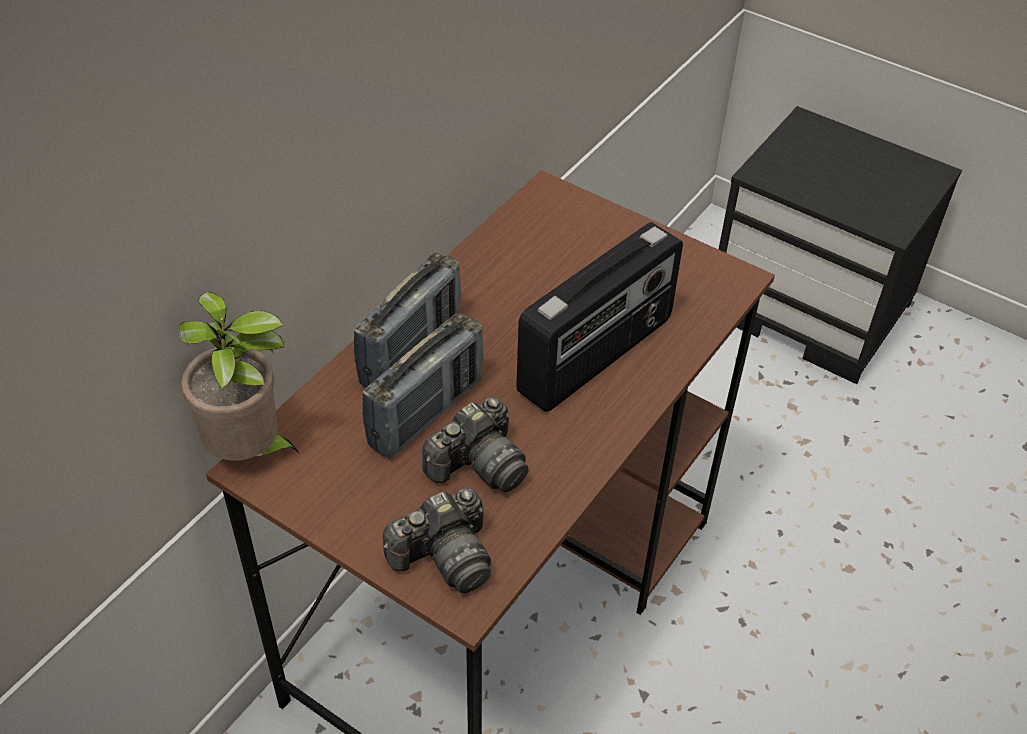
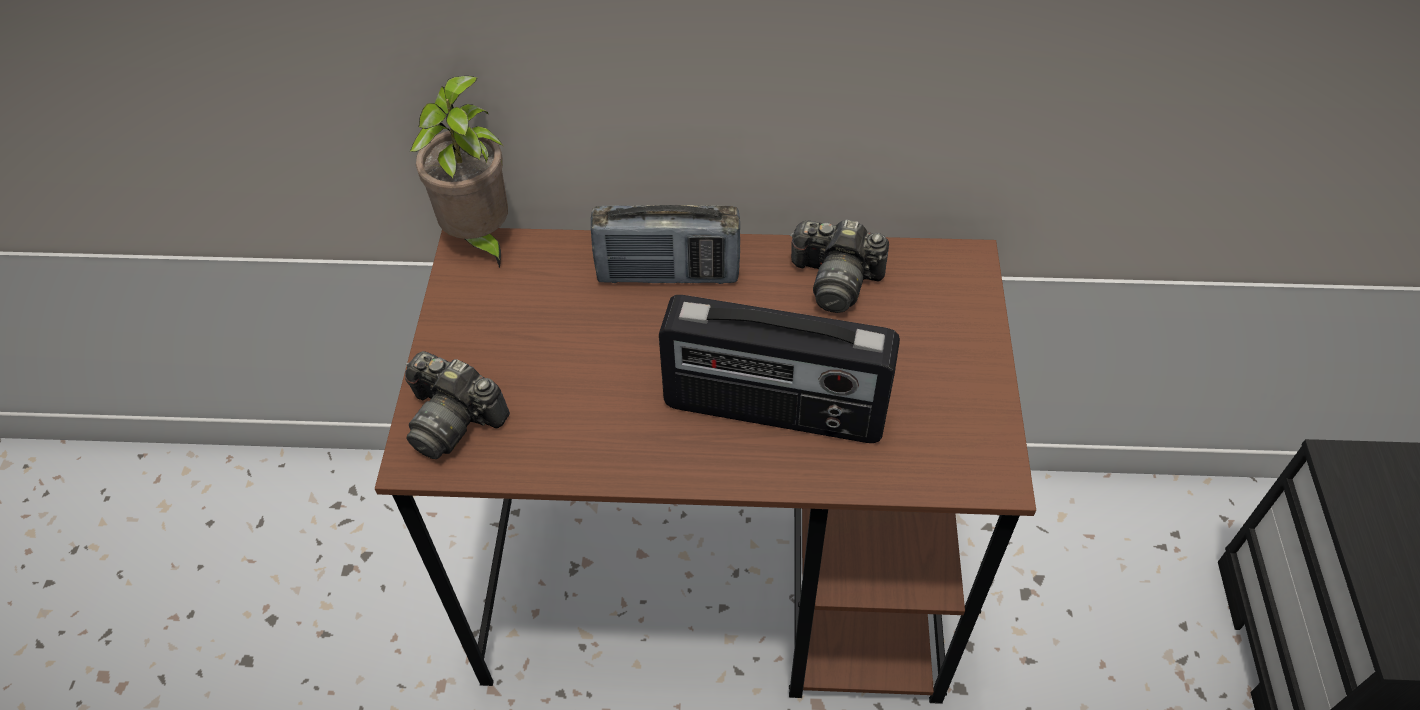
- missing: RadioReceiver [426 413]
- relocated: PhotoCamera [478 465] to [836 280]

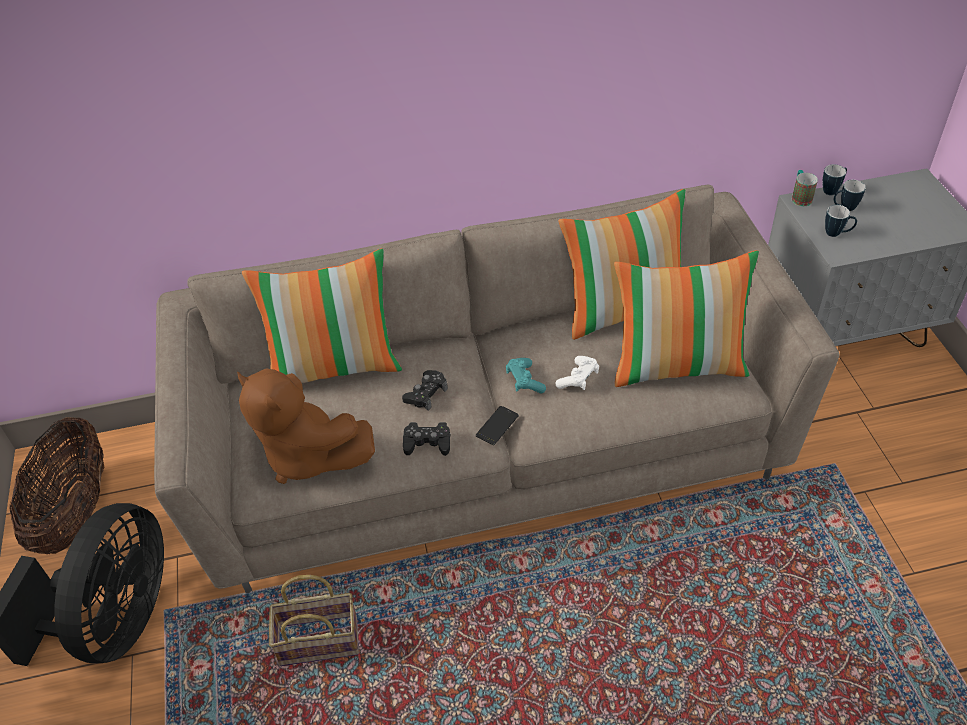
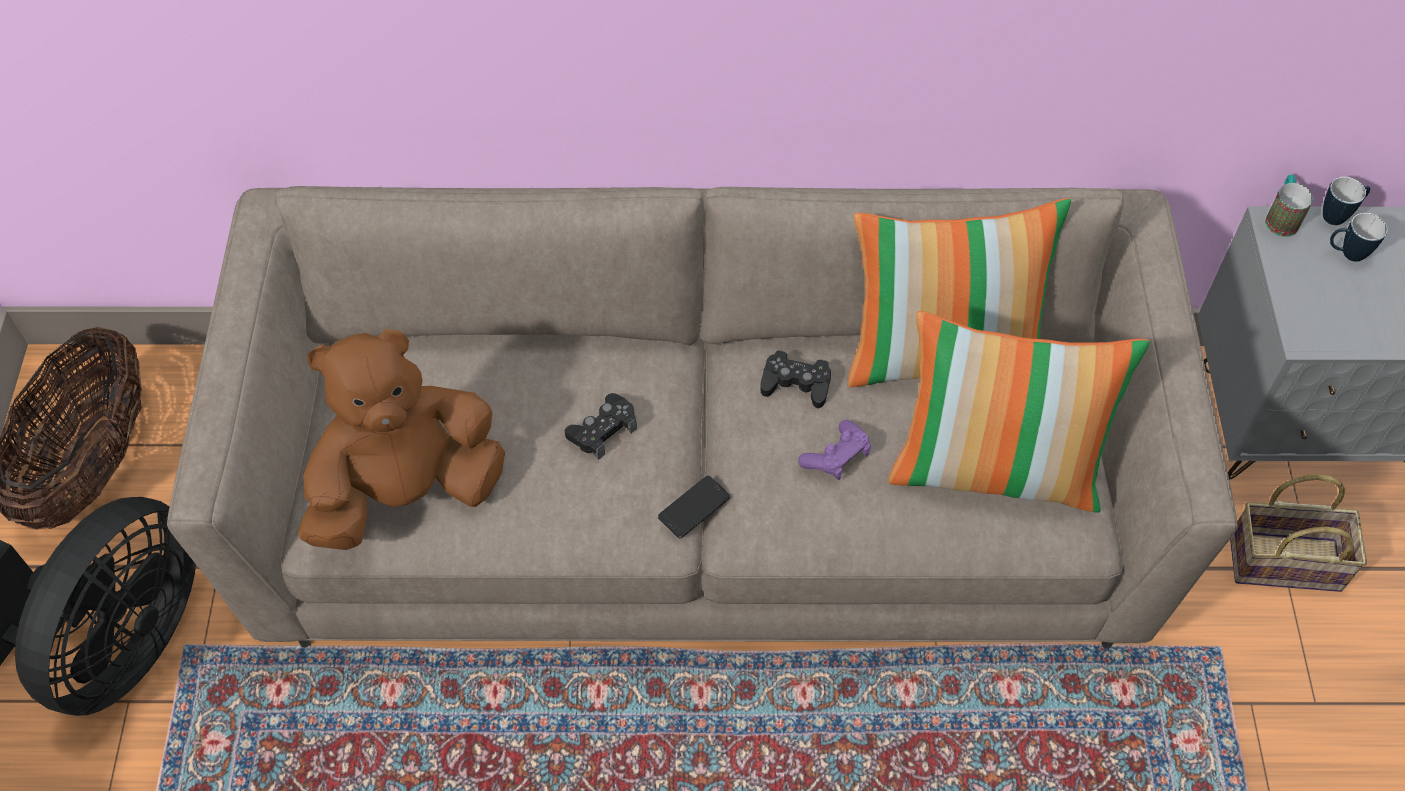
- missing: ThrowPillow [335 366]
- missing: TurquoiseJoypad [524 381]
- missing: TeaMug [837 234]
- relocated: HouseholdBasket [321 640] to [1287 560]
- relocated: BlackJoypad [427 443] to [796 384]
- colour: WhiteColouredJoypad [578 379] to PurpleJoypad [836 457]
- spun: BrownSoftToy [307 454] = [407 491] 105 degrees clockwise

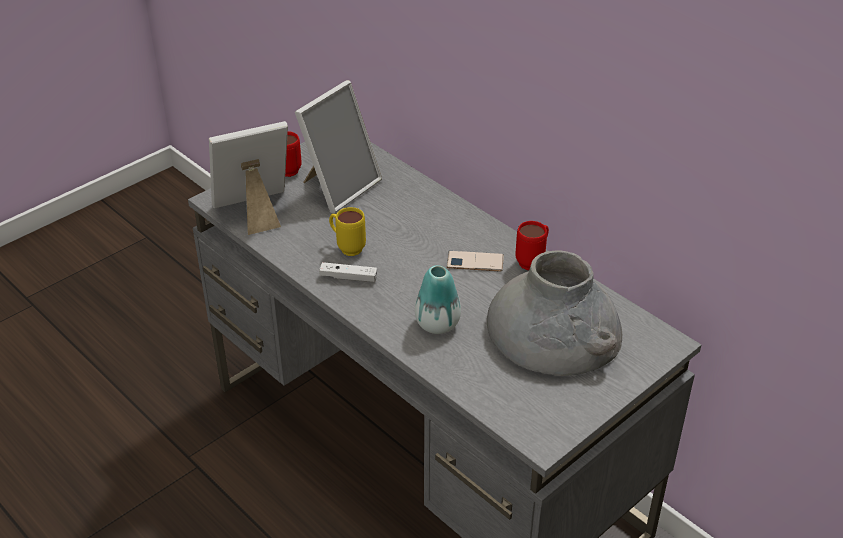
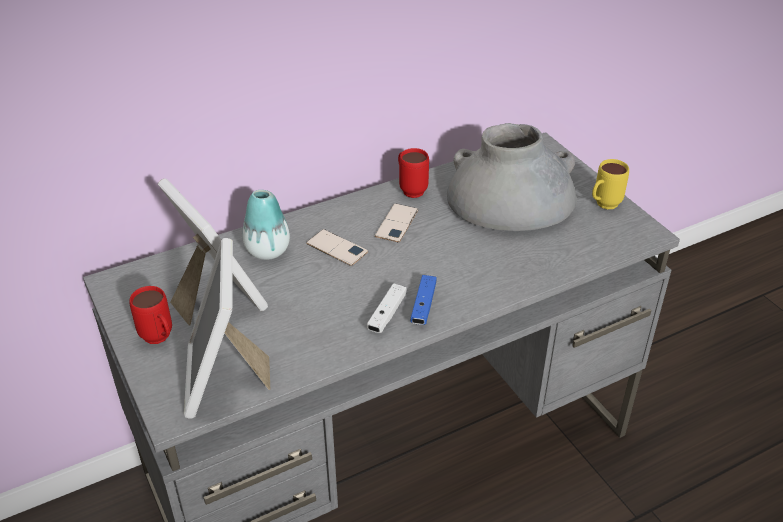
- appeared: Telephone [337 248]
- appeared: BluishJoypad [423 306]
- relocated: YellowColouredTeaMug [347 247] to [603 206]
- relocated: FlowerVase [437 324] to [267 250]

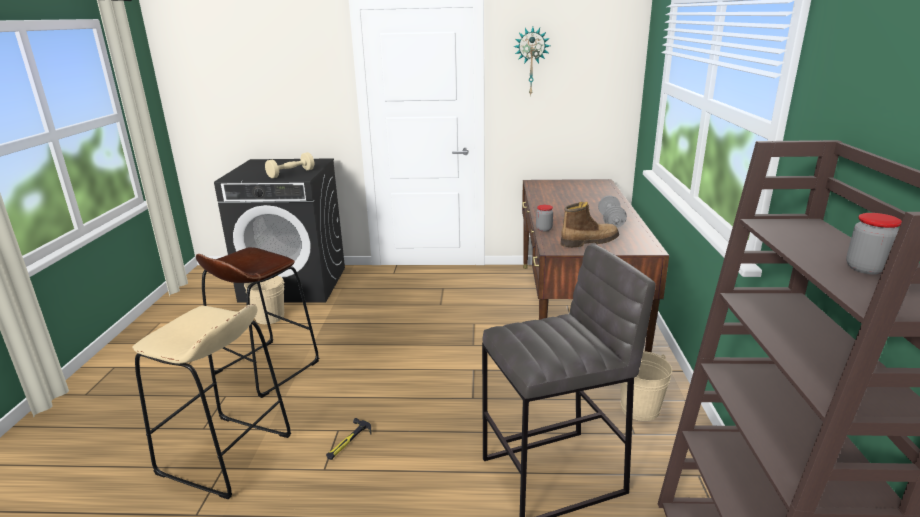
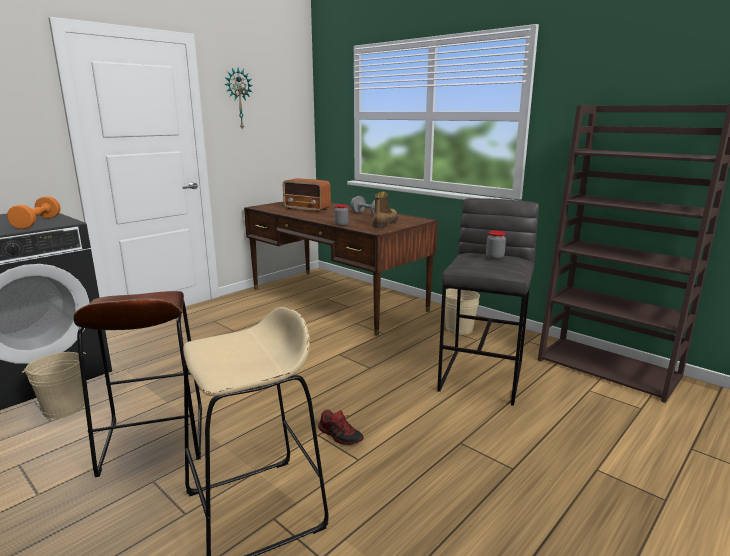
- appeared: RadioReceiver [307 209]
- relocated: StorageJar [866 268] to [494 257]
- exchanged: ToolHammer [348 441] to Shoe [340 435]
- colour: BeigeColouredFreeWeight [291 173] to OrangeyFreeWeight [37 223]

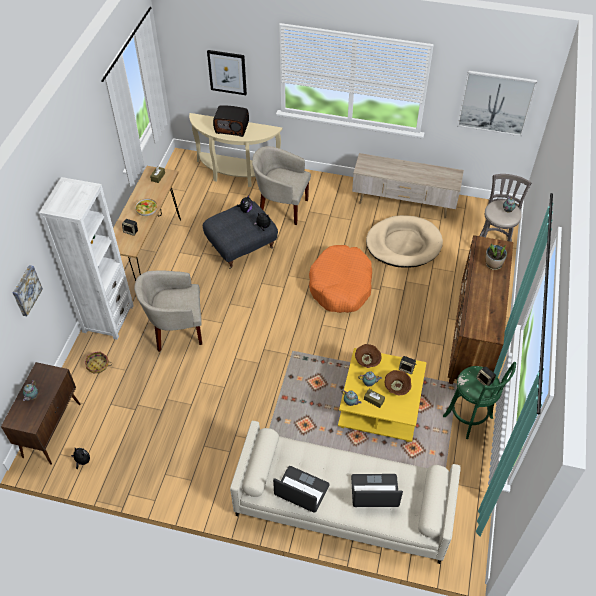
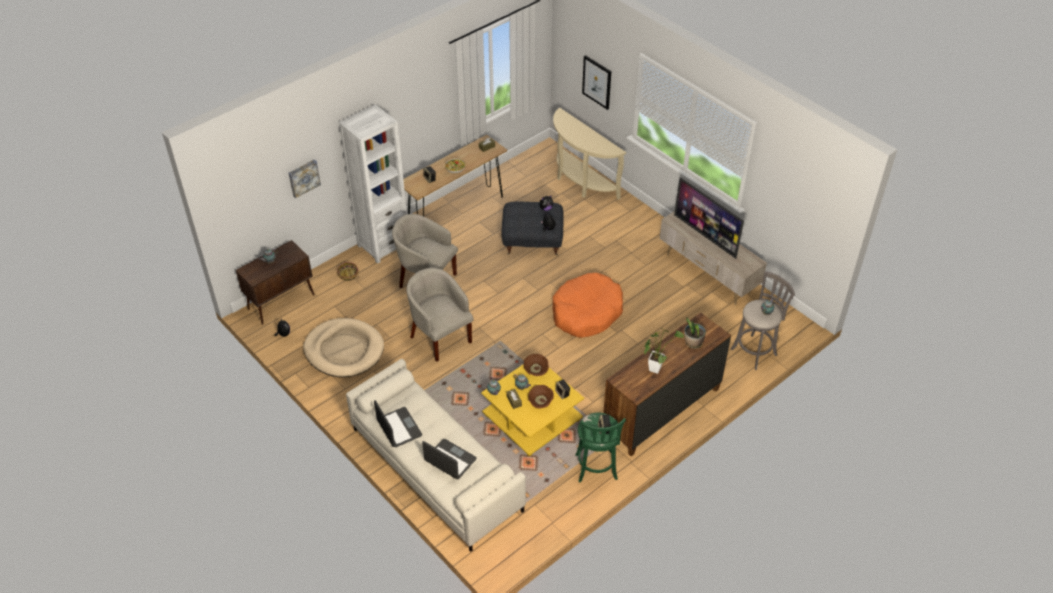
- missing: RadioReceiver [232 128]
- missing: Picture [495 103]
- appeared: PlantInAPot [656 367]
- appeared: Television [705 236]
- relocated: BeigeColouredLoungeChair [281 207] to [440 337]
- relocated: BeigeColouredDogBed [403 244] to [344 350]

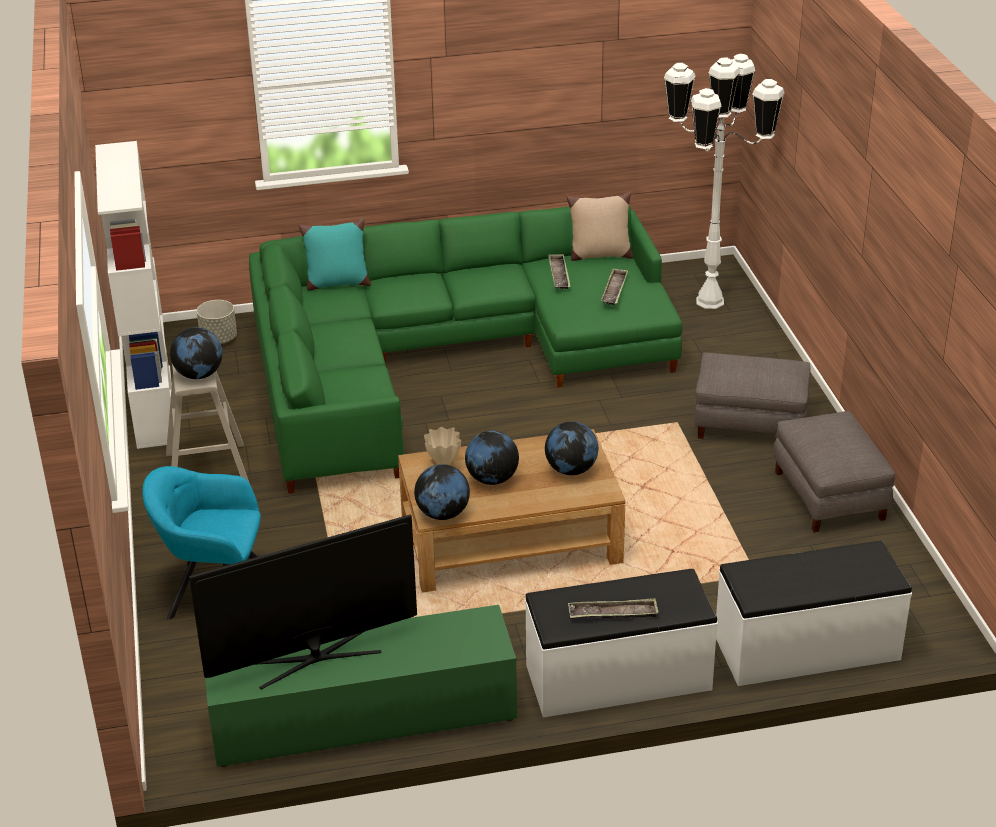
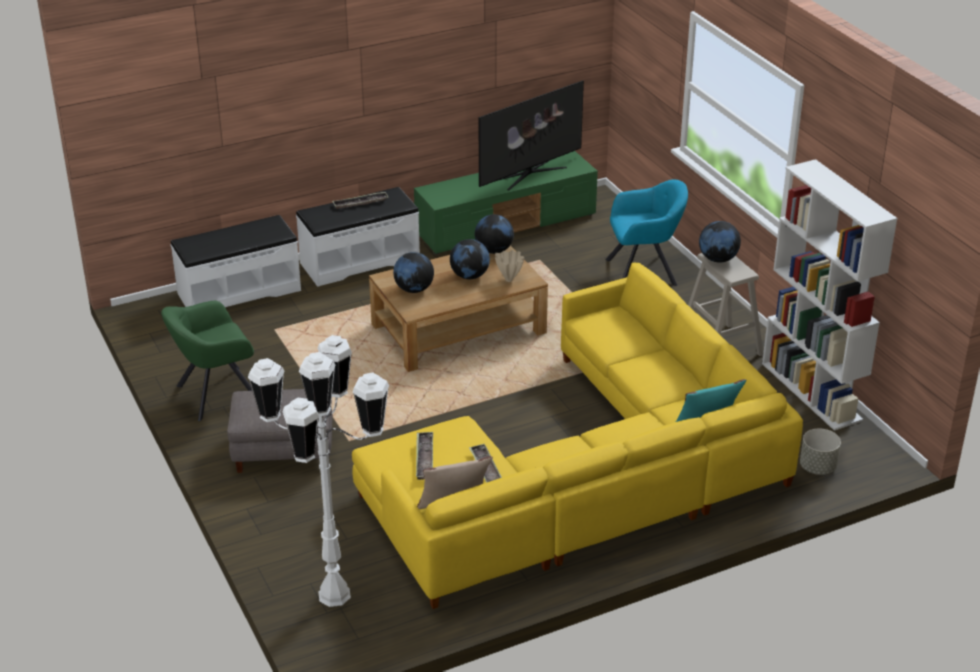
- exchanged: GreyishPouffe [830 495] to GreenColouredLoungeChair [215 395]
- colour: GreenColouredCouch [444 360] to YellowColouredCouch [586 475]

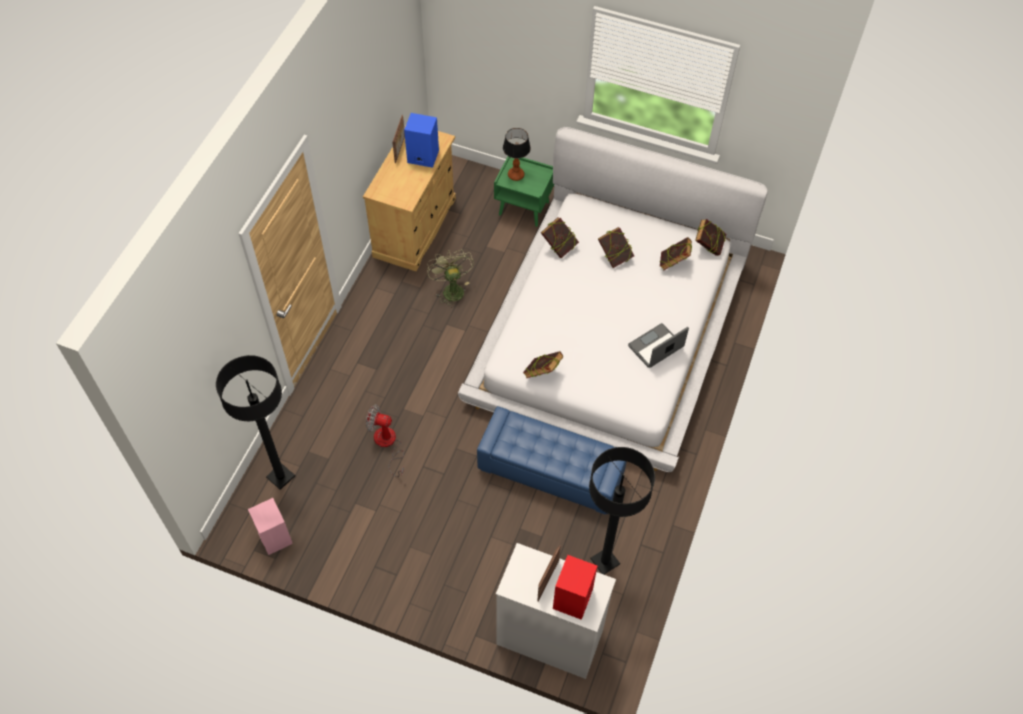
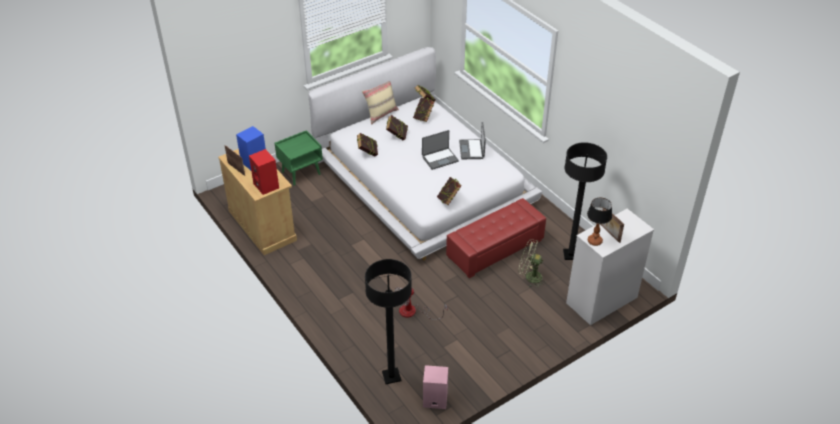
- appeared: BeigeColouredThrowPillow [381 114]
- appeared: PortableComputer [440 158]
- relocated: GreenColouredElectricFan [451 289] to [529 277]
- relocated: LampForATable [515 175] to [594 241]
- relocated: RedLoudspeaker [573 600] to [267 186]
- colour: BluishPouffe [551 471] to RedPouffe [495 249]

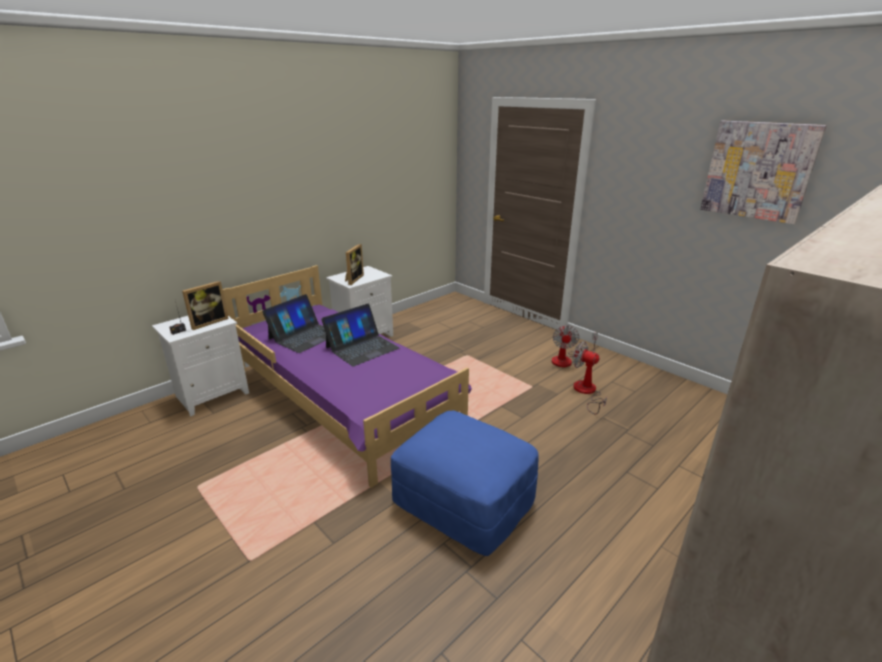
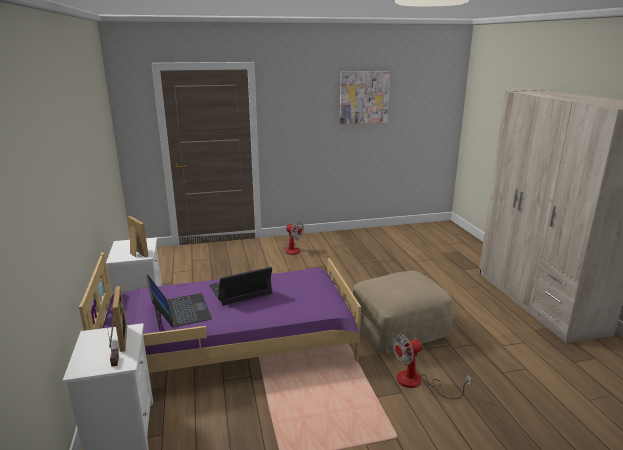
- relocated: ElectricFan [586 392] to [418 382]
- colour: BluishPouffe [464 503] to BeigeColouredPouffe [399 330]
- spun: PortableComputer [362 347] = [240 290] 105 degrees counterclockwise

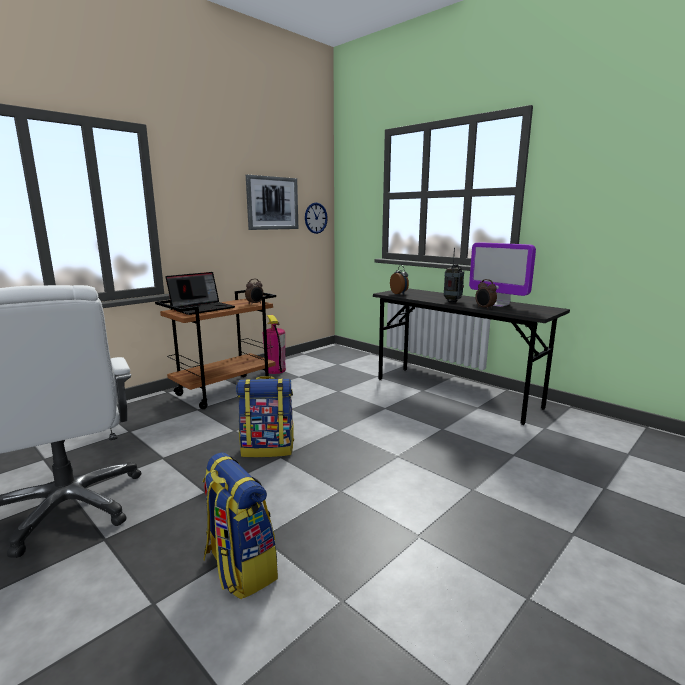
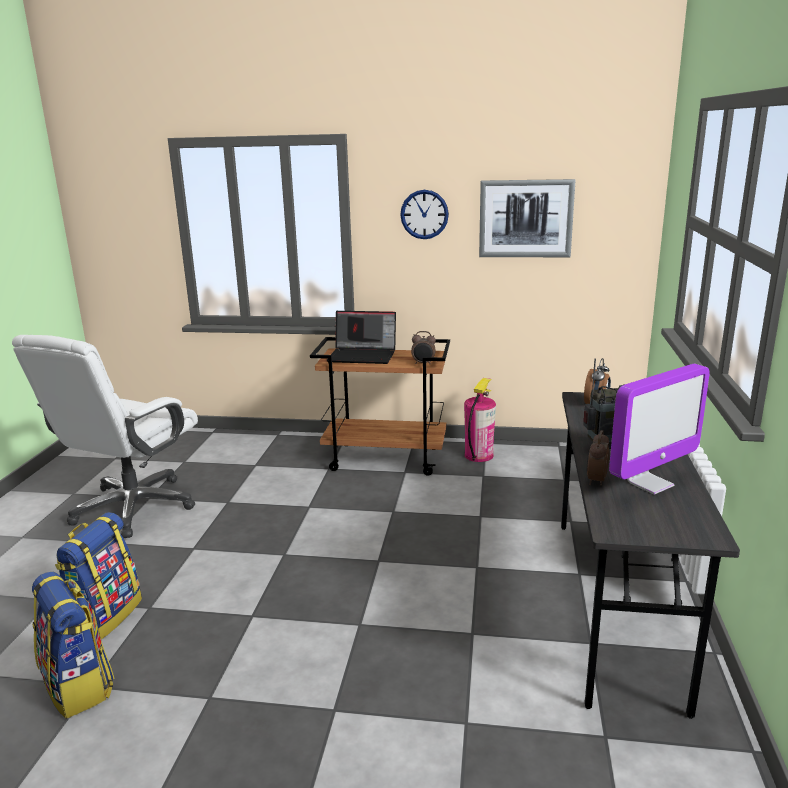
- relocated: Backpack [268 449] to [79 686]
- relocated: ClockOnTheWall [316 218] to [424 214]
- spun: Monitor [498 304] = [649 483] 135 degrees counterclockwise

